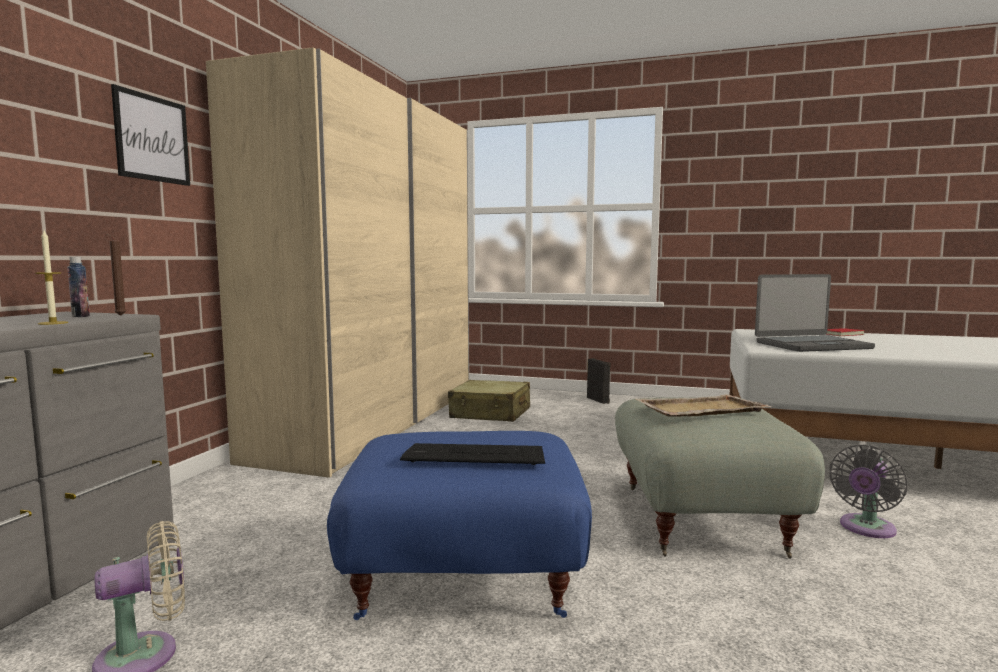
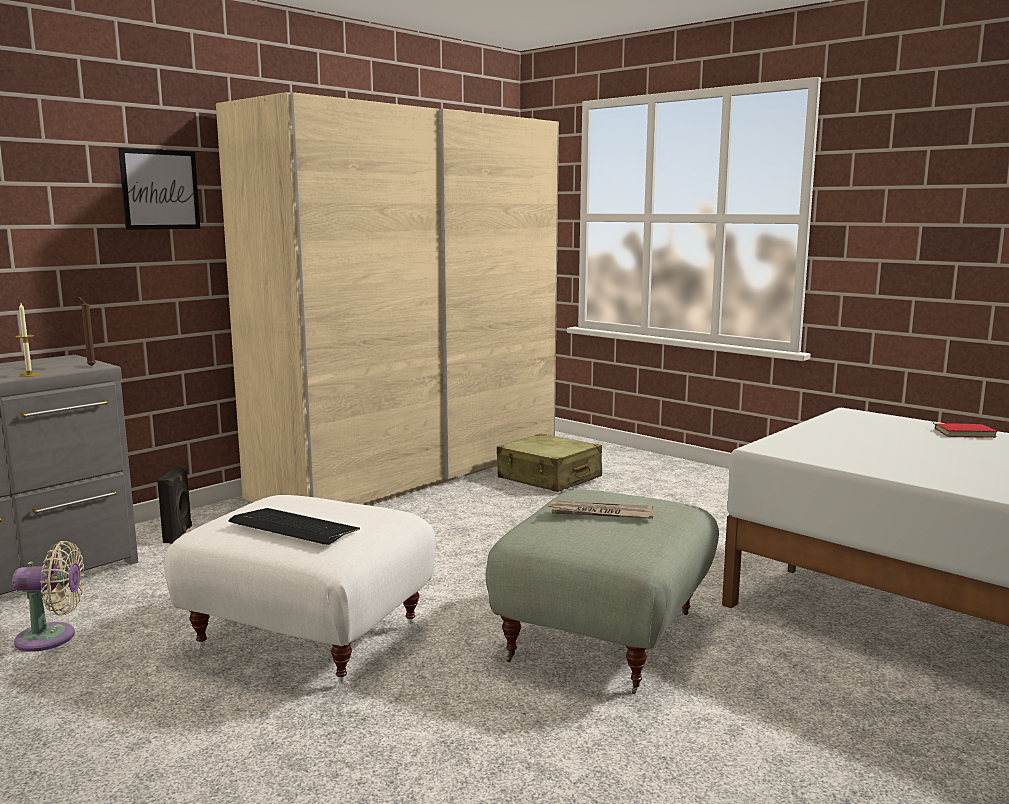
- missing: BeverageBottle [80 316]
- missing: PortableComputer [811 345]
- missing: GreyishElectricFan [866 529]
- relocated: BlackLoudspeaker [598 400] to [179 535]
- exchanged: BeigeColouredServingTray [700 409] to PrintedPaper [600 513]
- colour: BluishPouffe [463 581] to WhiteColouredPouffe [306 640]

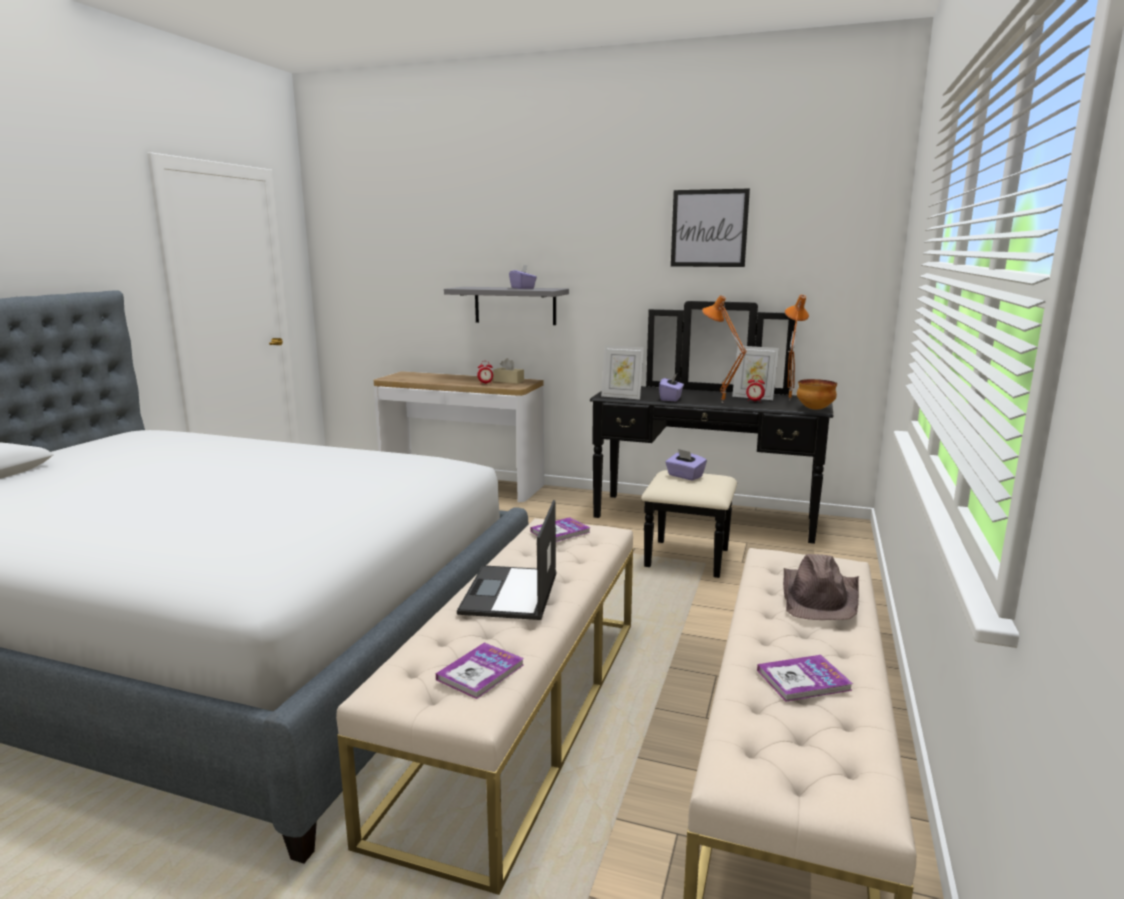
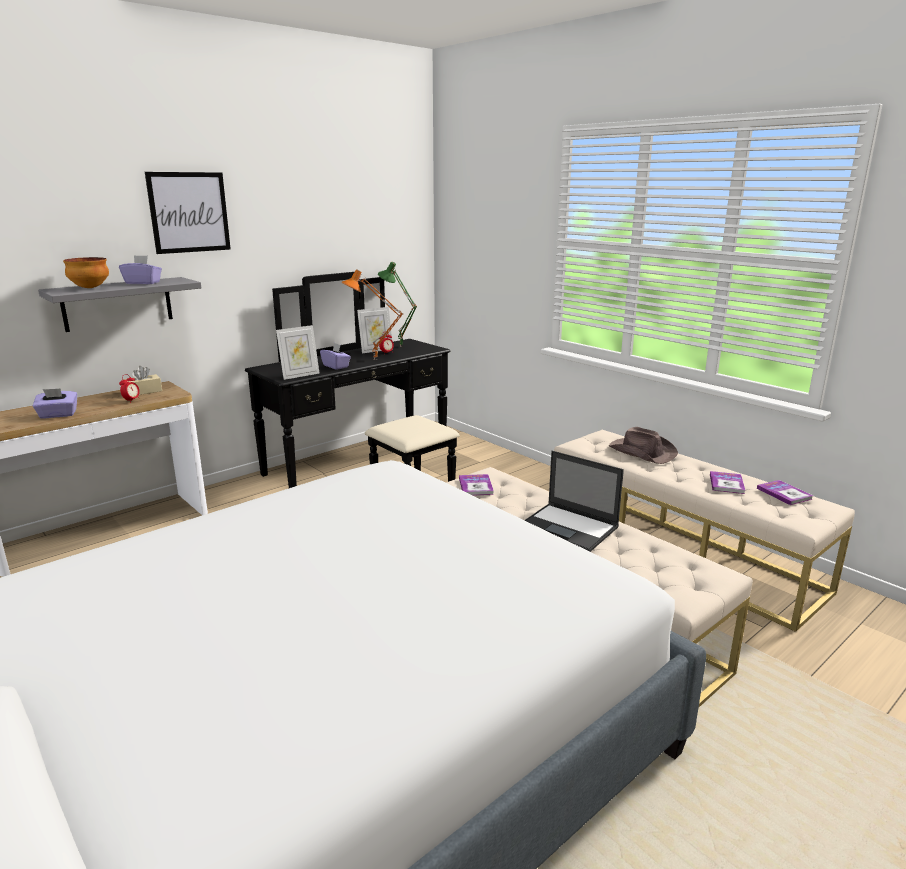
- relocated: BoundBook [480 672] to [784 494]
- relocated: PurpleBoxOfTissues [685 476] to [58 415]
- relocated: Picture [709 228] to [189 212]
- relocated: DeepDish [814 409] to [89 288]
- colour: OrangeyLampForATable [787 400] to GreenColouredLampForATable [399 347]

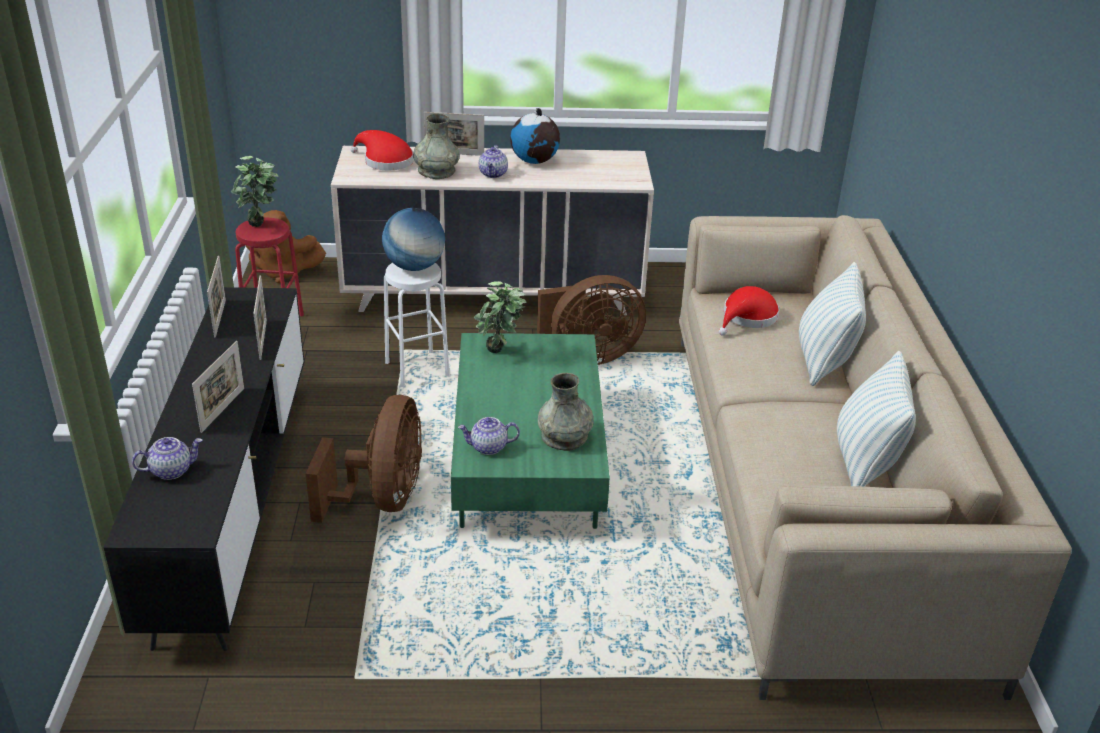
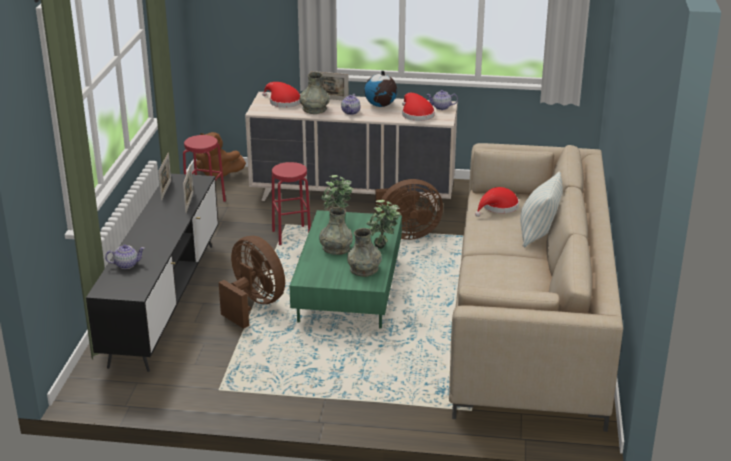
- missing: StandingFrame [223 410]
- missing: WorldGlobe [414 267]
- missing: ThrowPillow [865 462]
- appeared: GreyishFlowerVase [336 248]
- appeared: RedHat [416 114]
- relocated: PlantInAPot [261 228] to [383 249]
- relocated: TeaPot [488 447] to [441 107]
- colour: WhiteColouredSittingStool [417 369] to RedSittingStool [291 236]
- spun: BrownElectricFan [382 499] = [253 305] 60 degrees counterclockwise

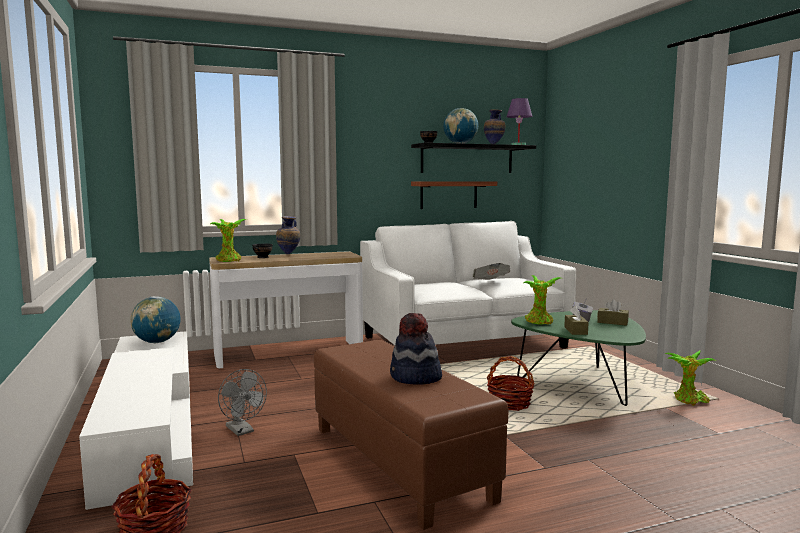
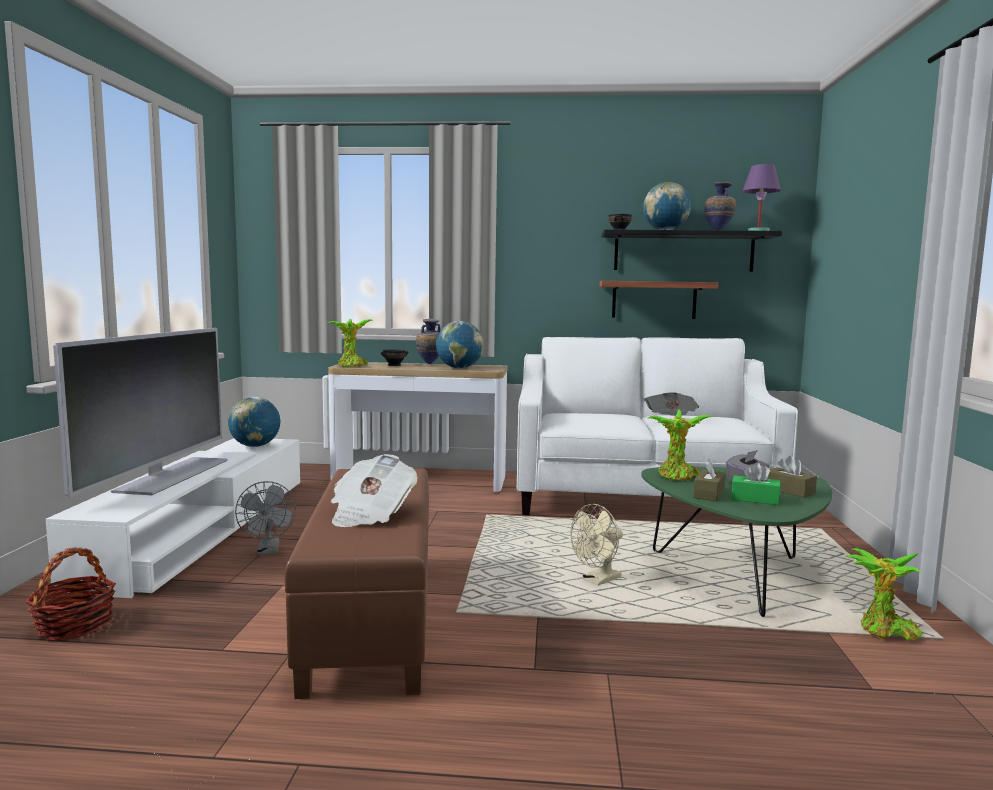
- appeared: Television [171 475]
- appeared: WorldGlobe [459 368]
- appeared: GreenColouredBoxOfTissues [755 499]
- exchanged: Hat [415 378] to PrintedPaper [370 514]
- exchanged: HouseholdBasket [509 404] to BeigeColouredElectricFan [597 581]

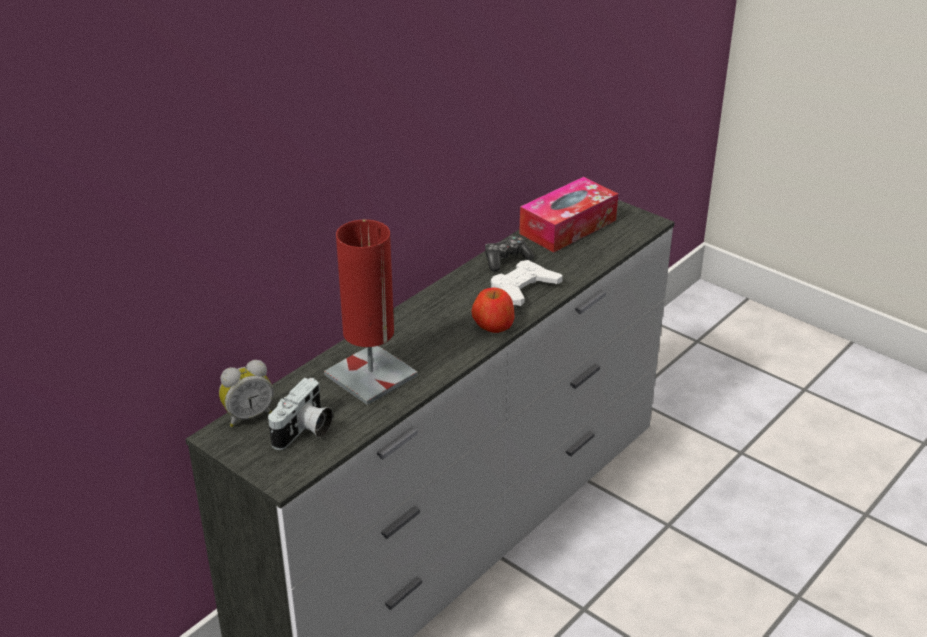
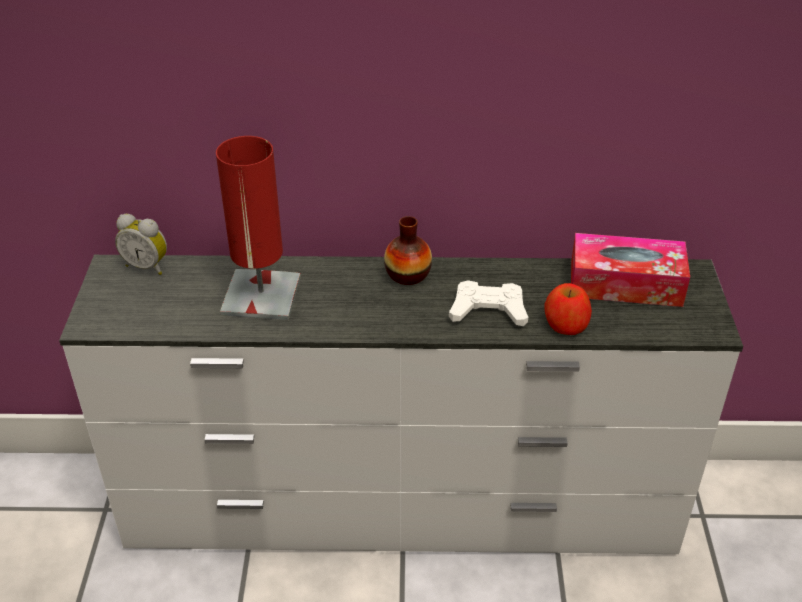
- missing: PhotoCamera [304 431]
- missing: Joypad [506 259]
- appeared: FlowerVase [408 274]
- relocated: WholeApple [493 325] to [565 324]

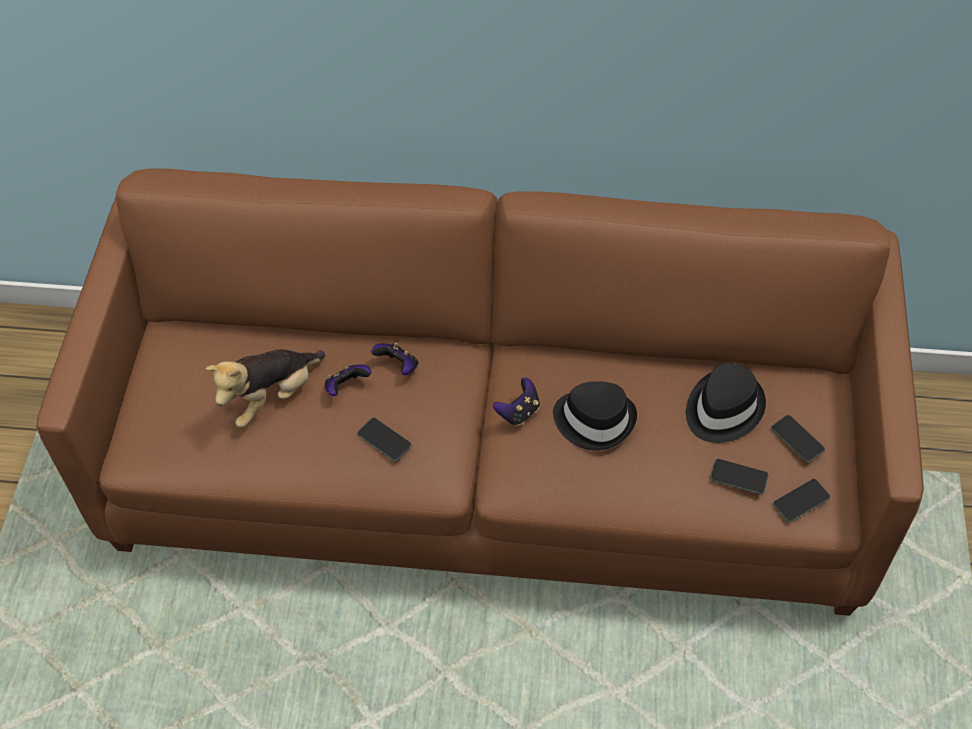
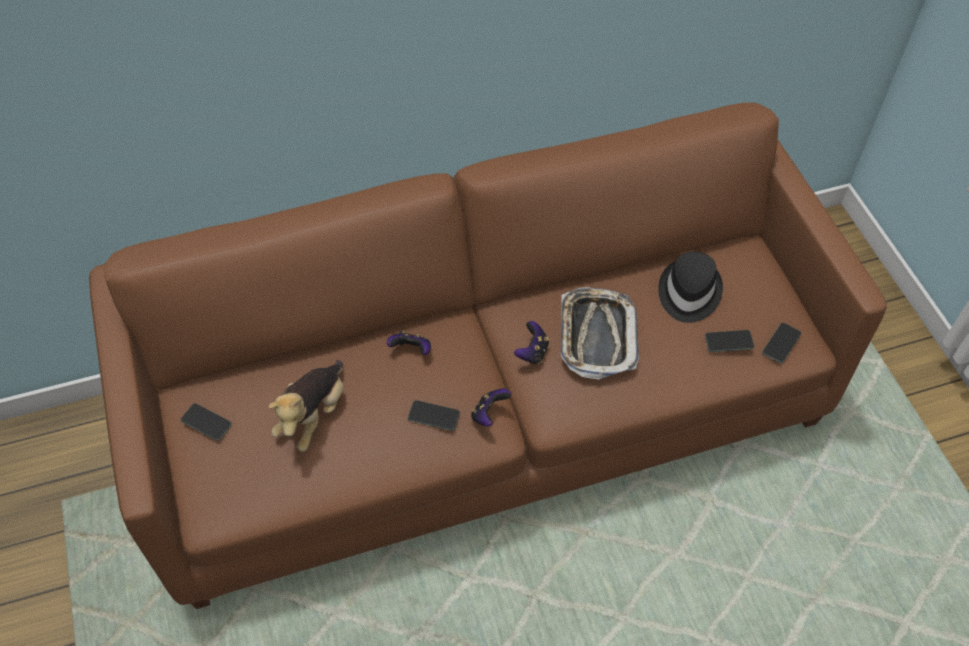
- relocated: Joypad [346 387] to [489 414]
- relocated: Telephone [797 439] to [206 422]
- exchanged: BlackHat [595 419] to ServingTray [596 336]

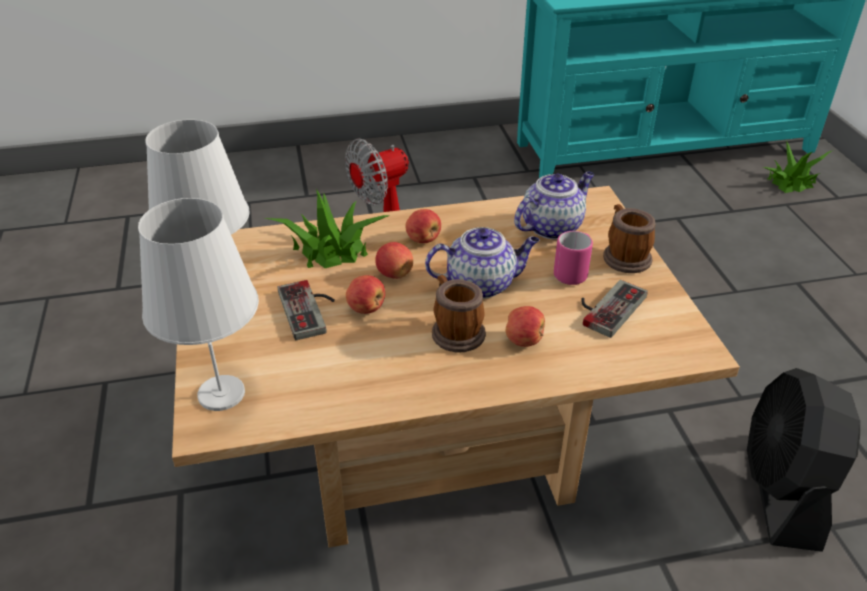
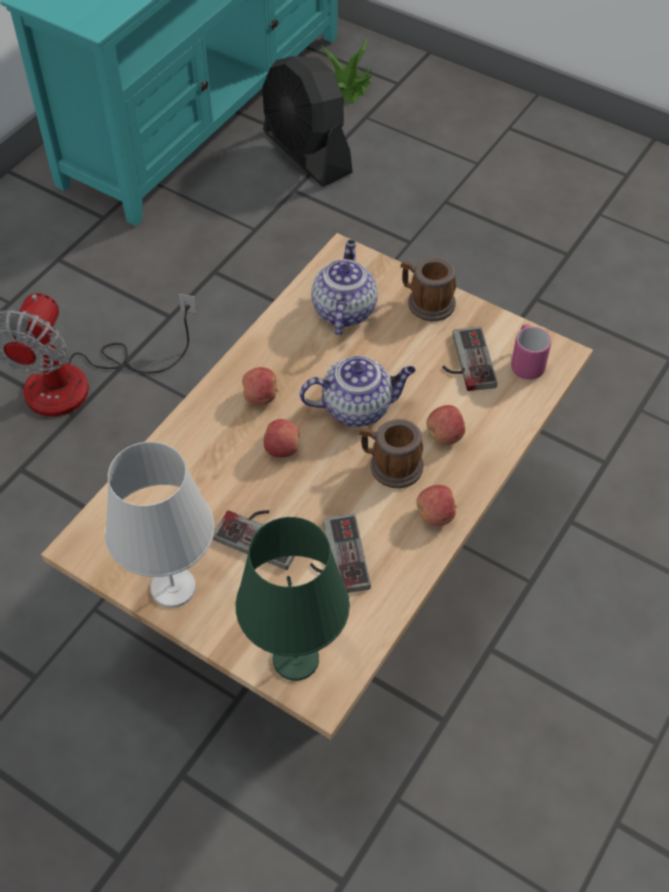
- missing: PlantInAPot [330 249]
- appeared: Joypad [336 556]
- relocated: WholeApple [366 308] to [435 515]
- relocated: PinkColouredTeaMug [573 272] to [525 363]
- relocated: BlackElectricFan [782 490] to [307 153]
- colour: WhiteColouredLampForATable [221 394] to GreenColouredLampForATable [296 659]
- spun: TeaPot [482 284] = [358 407] 45 degrees clockwise

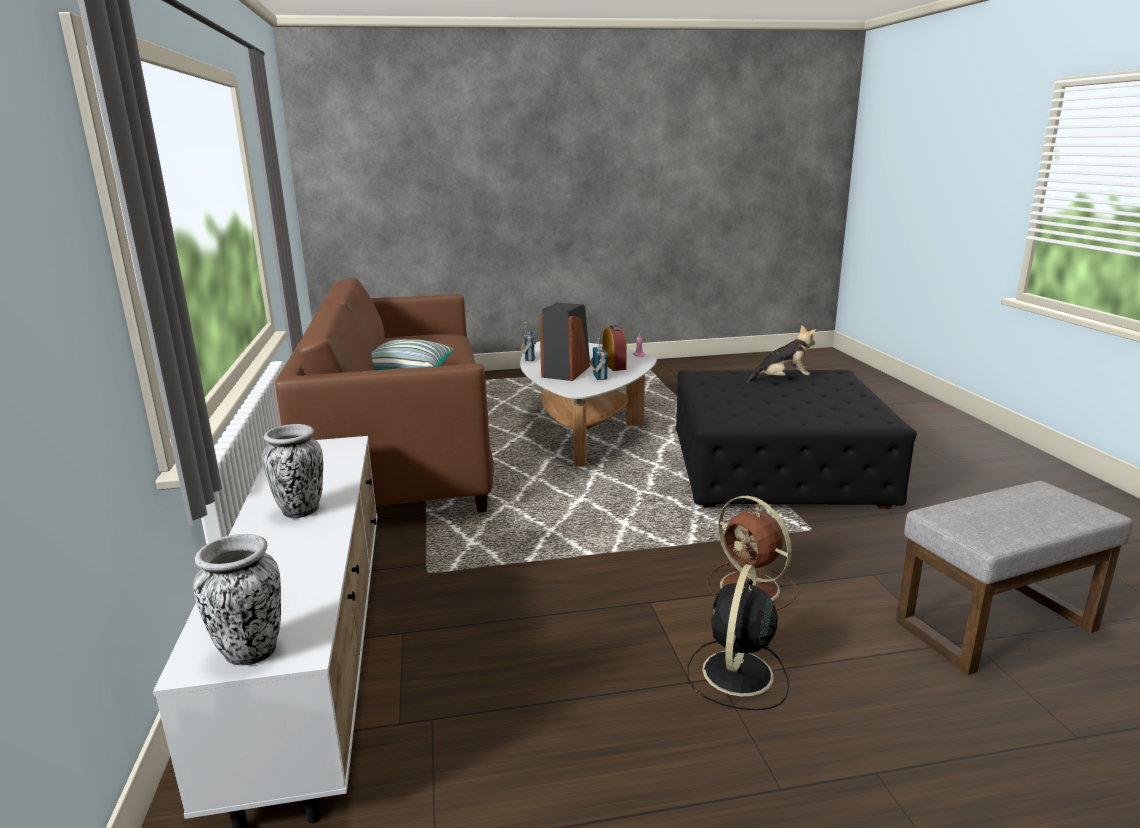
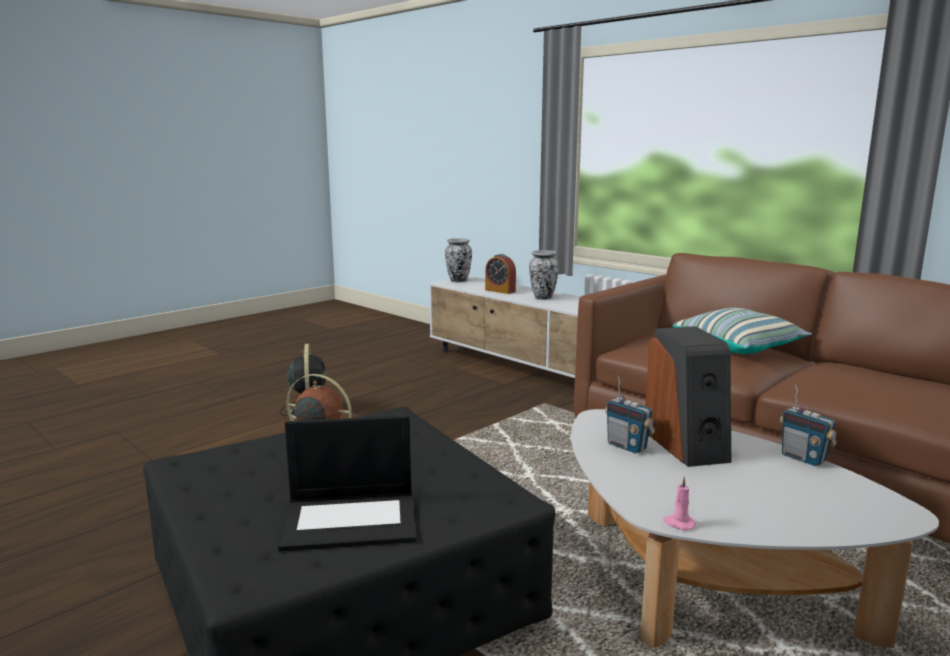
- missing: GreyishPouffe [996 624]
- relocated: TableClock [614 365] to [500 291]
- exchanged: SoftToy [782 380] to PortableComputer [351 520]

